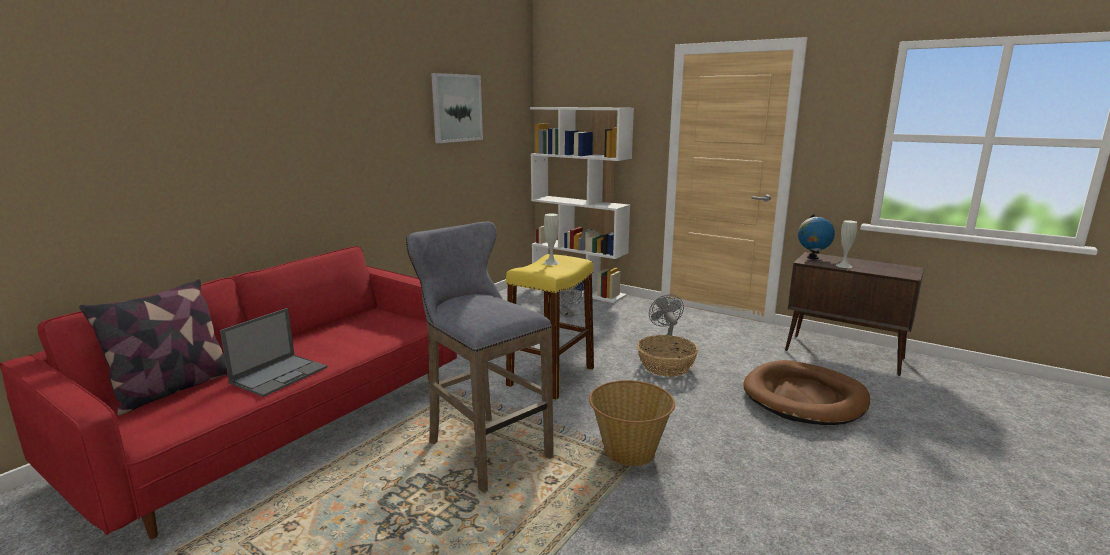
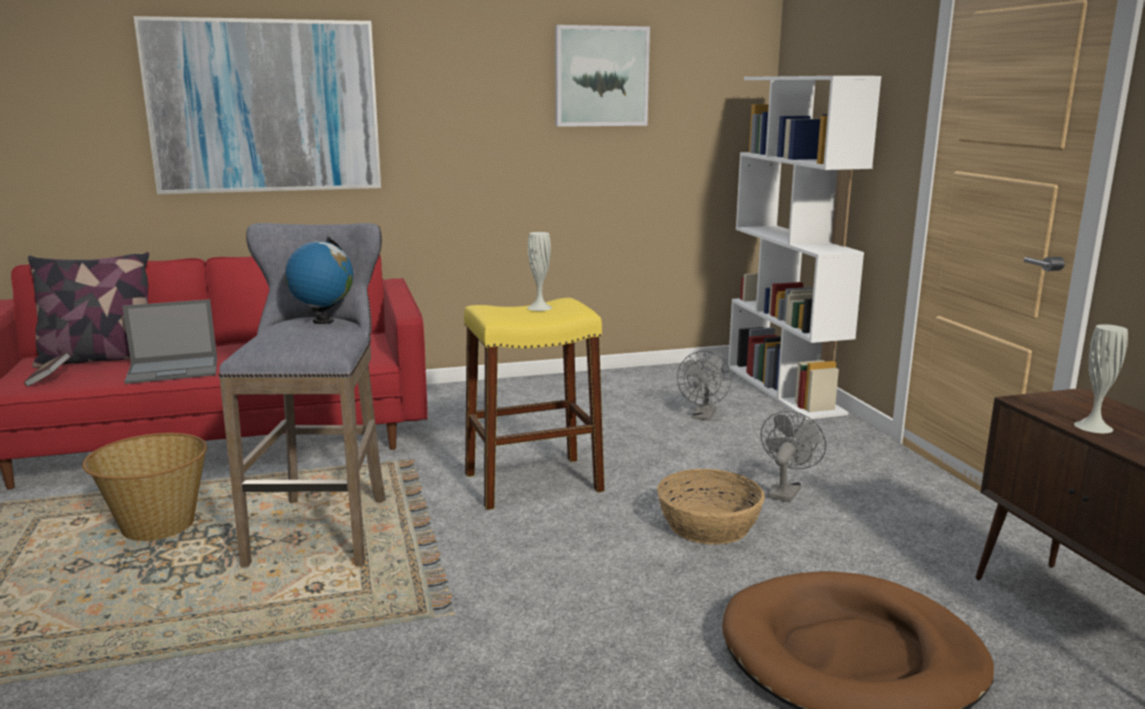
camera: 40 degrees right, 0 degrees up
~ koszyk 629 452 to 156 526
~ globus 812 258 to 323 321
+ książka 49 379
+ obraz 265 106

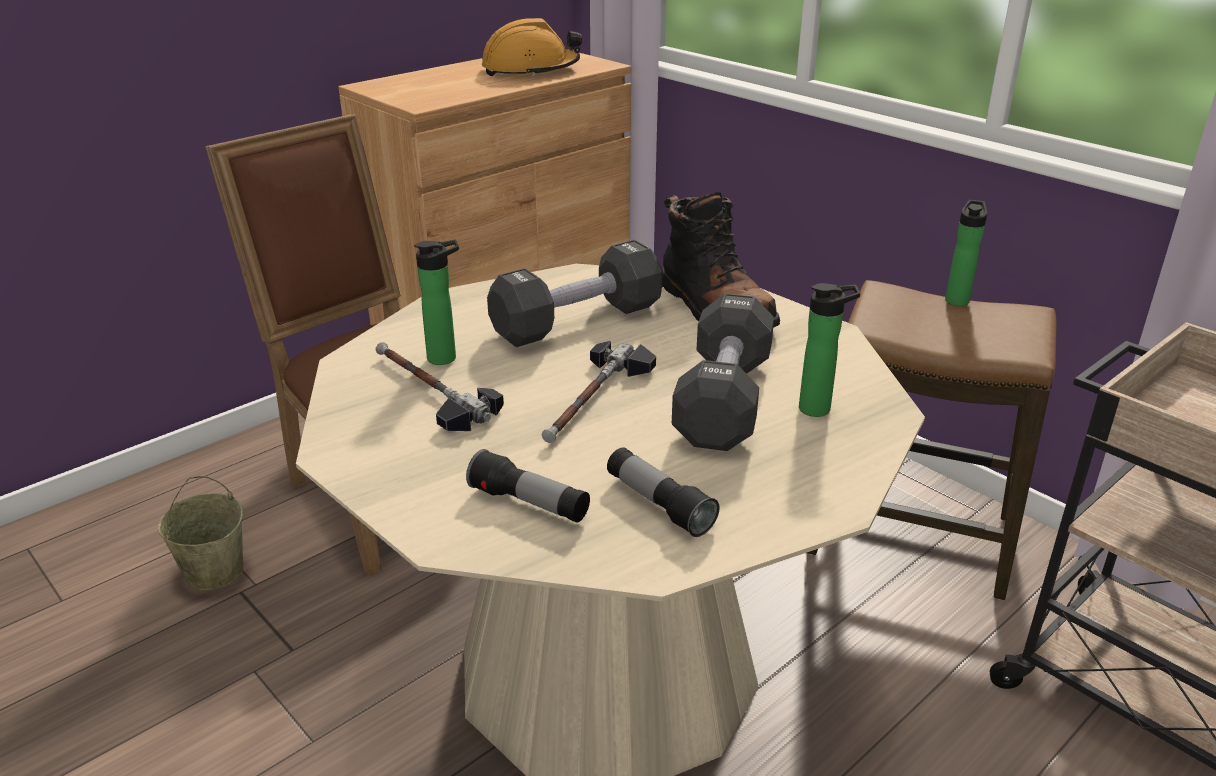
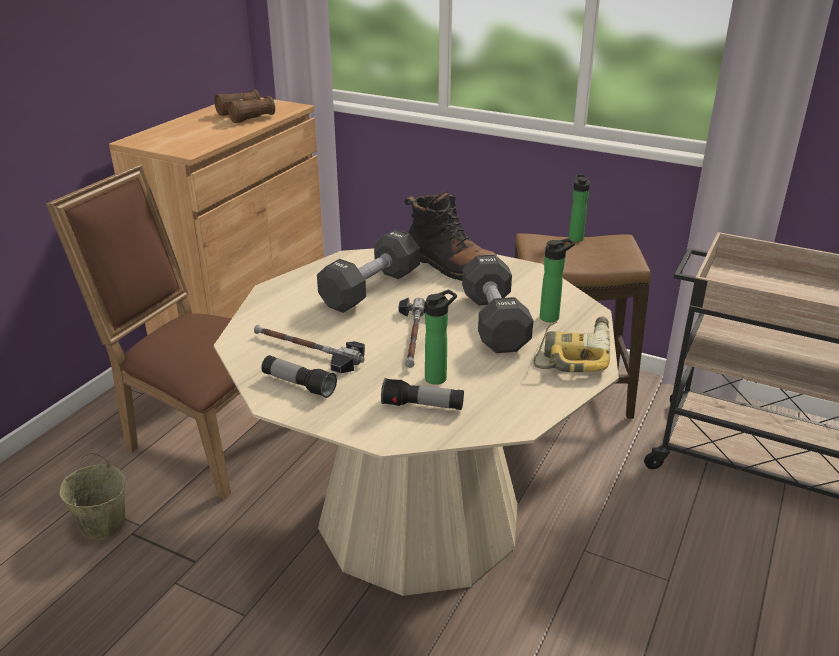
camera: 20 degrees left, 0 degrees up
~ butelka 446 357 to 438 377
~ kask [pomarańczowy] 530 70 to lornetka [brązowy] 245 116
~ latarka 659 504 to 298 385
+ wiertarka 573 353

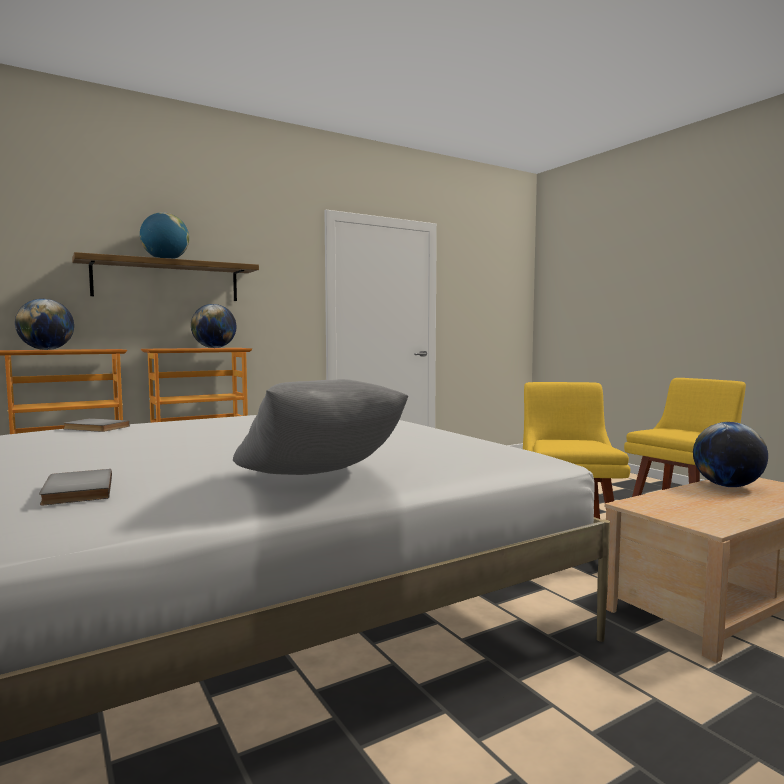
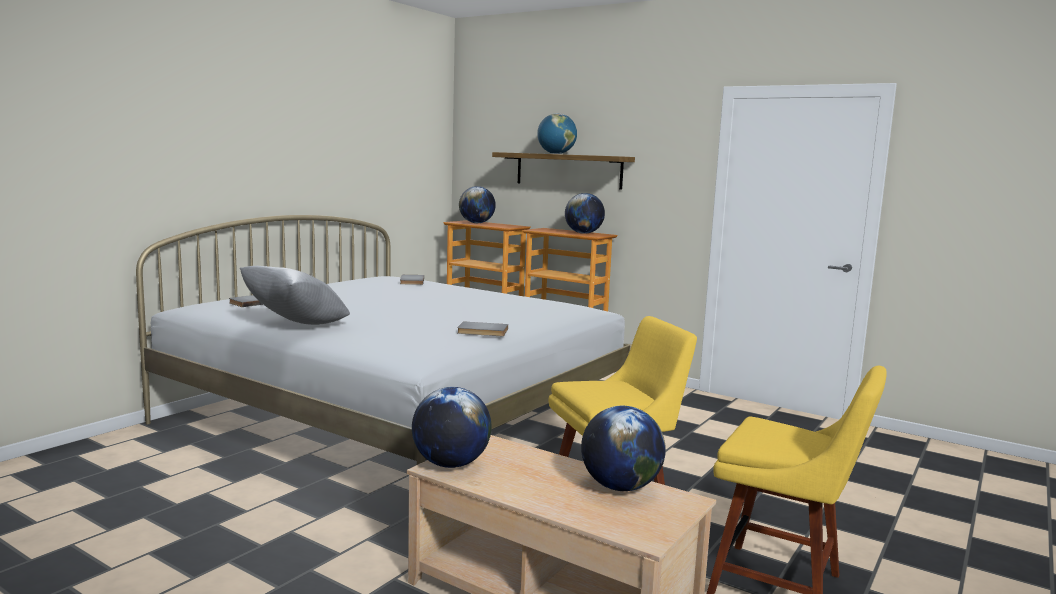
camera: 65 degrees right, 5 degrees up
+ globus 451 464
+ książka [szary] 482 331

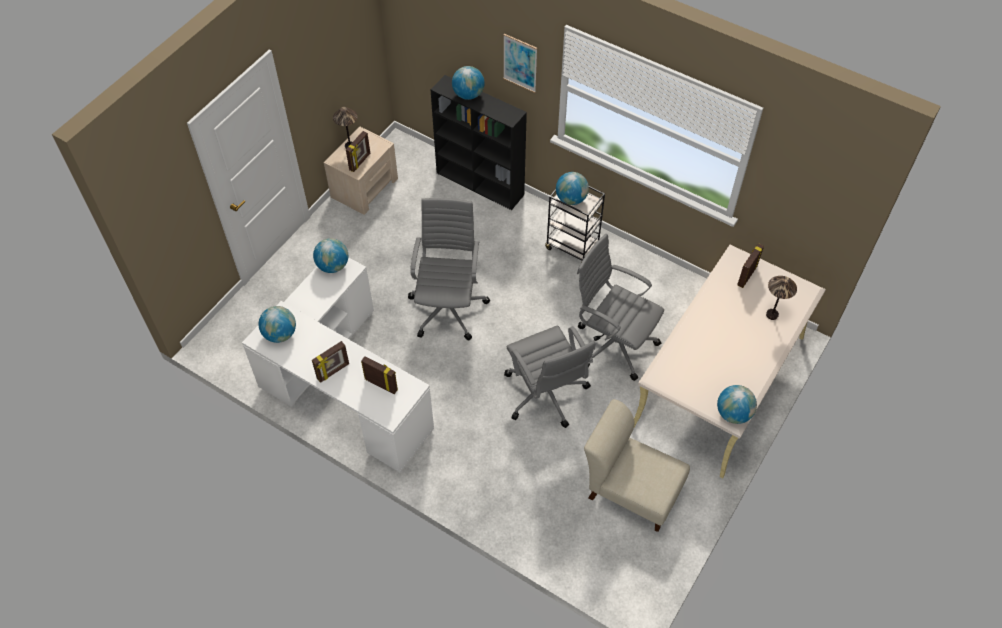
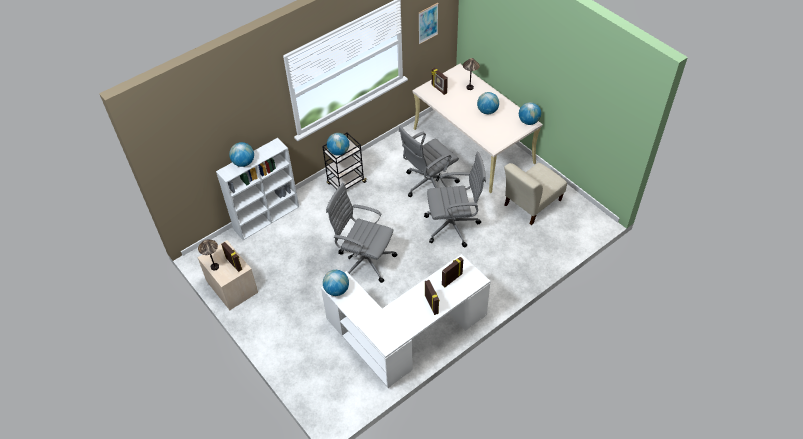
camera: 70 degrees left, 5 degrees down
~ globus 280 334 to 487 111
~ regał [czarny] 481 184 to regał [biały] 267 217
~ obraz 520 63 to 428 23

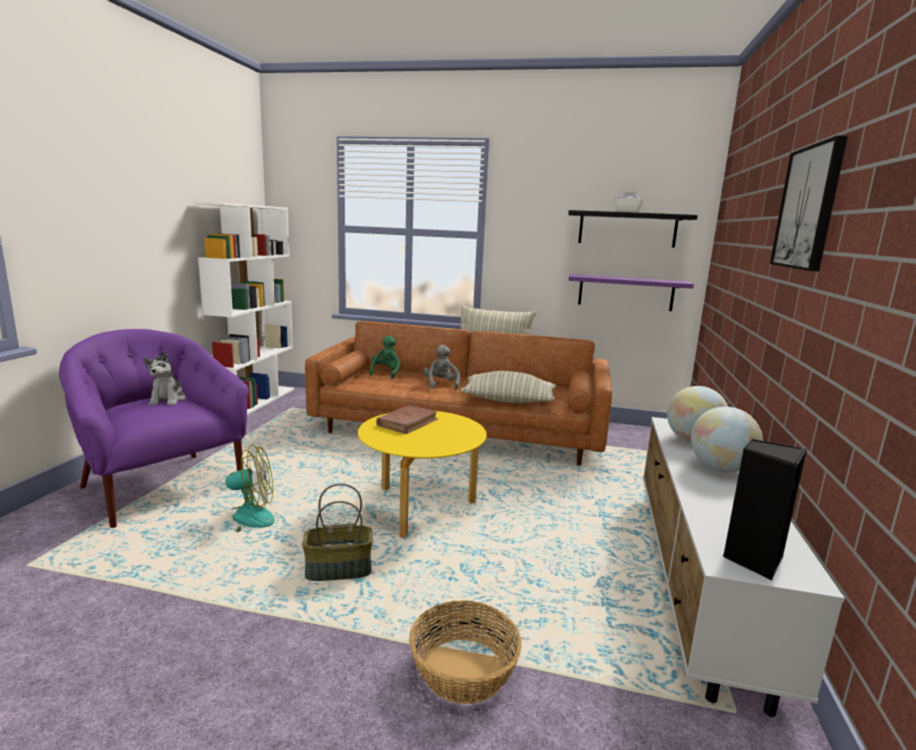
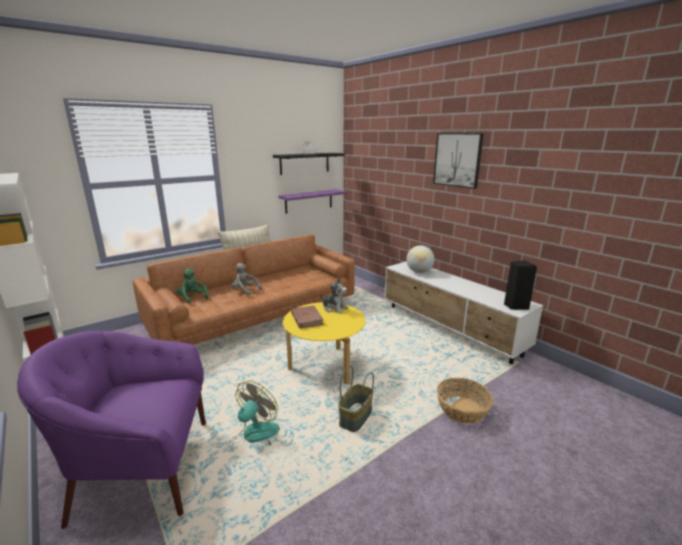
camera: 50 degrees left, 5 degrees up
~ pluszak 167 400 to 334 308
- poduszka 508 401
- globus 720 469

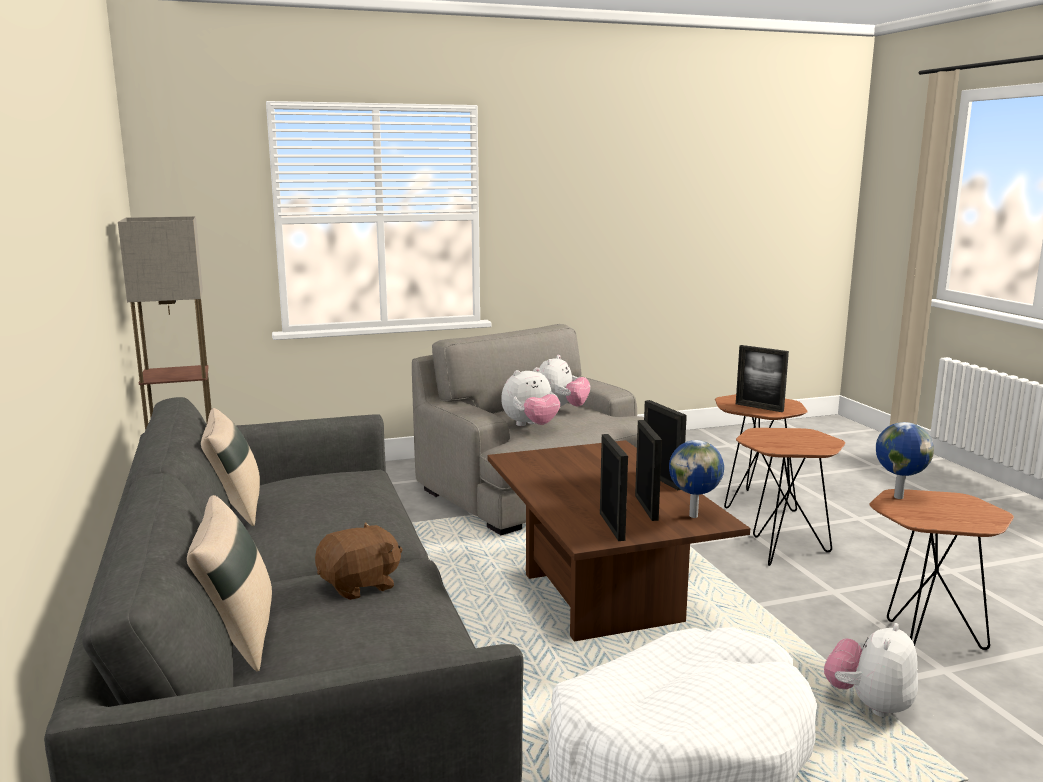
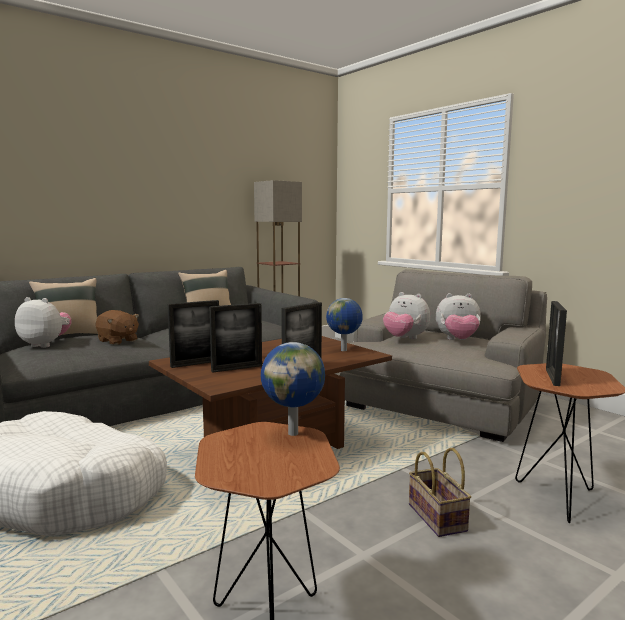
camera: 70 degrees right, 5 degrees down
~ globus 694 515 to 344 350
~ stolik [brązowy] 781 551 to koszyk 439 518
~ pluszak 869 704 to 45 344

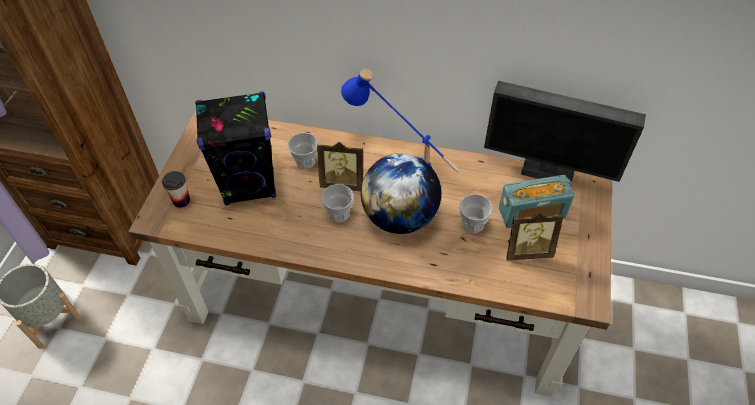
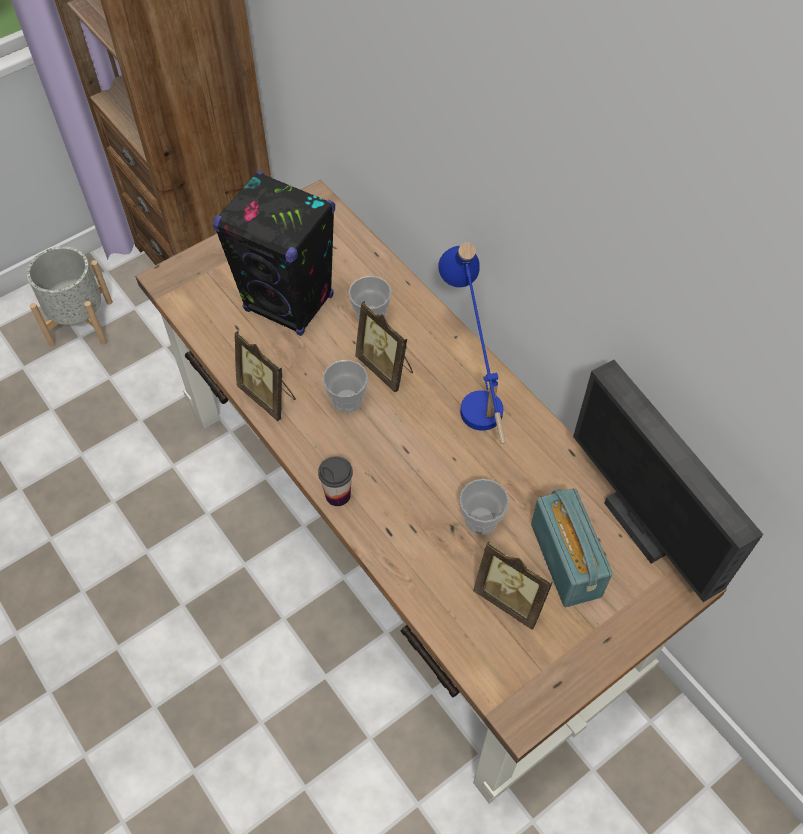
camera: 40 degrees right, 5 degrees up
~ filiżanka 181 201 to 338 495
- globus 400 217
~ radio 532 213 = 566 559 135 degrees counterclockwise
+ ramka na zdjęcie 269 396

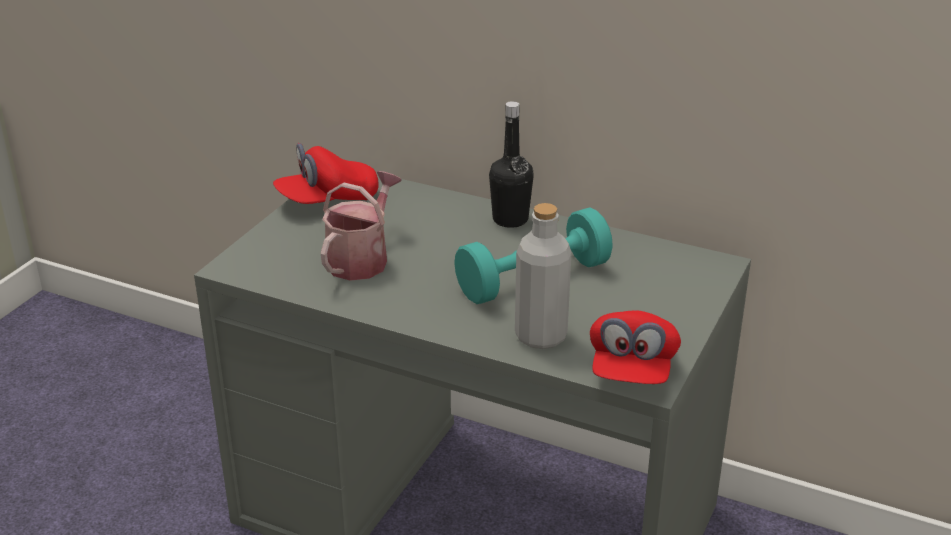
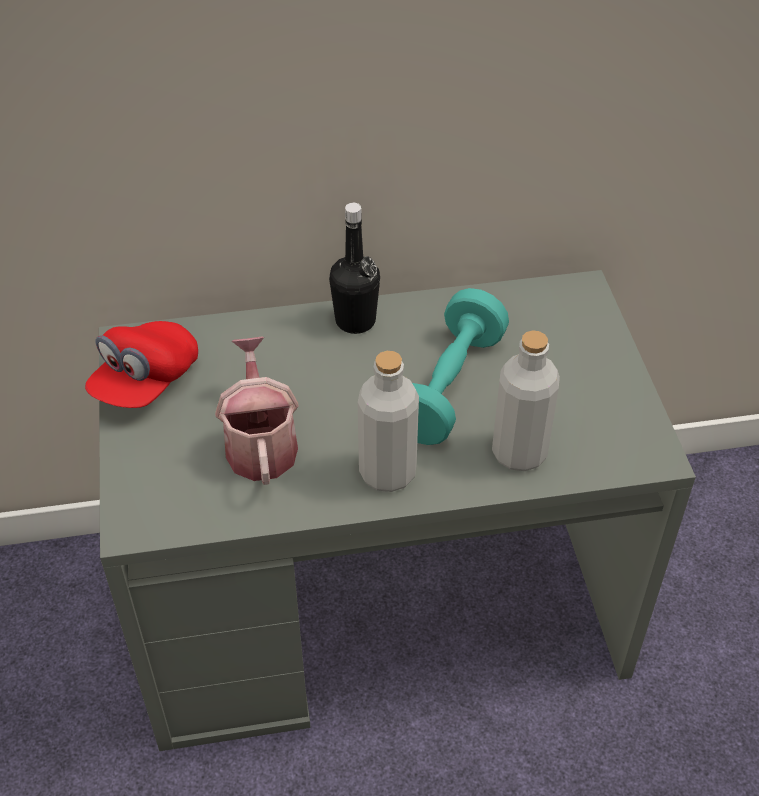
camera: 35 degrees left, 15 degrees up
- czapka z daszkiem [czerwony] 632 370
+ butelka [szary] 387 472

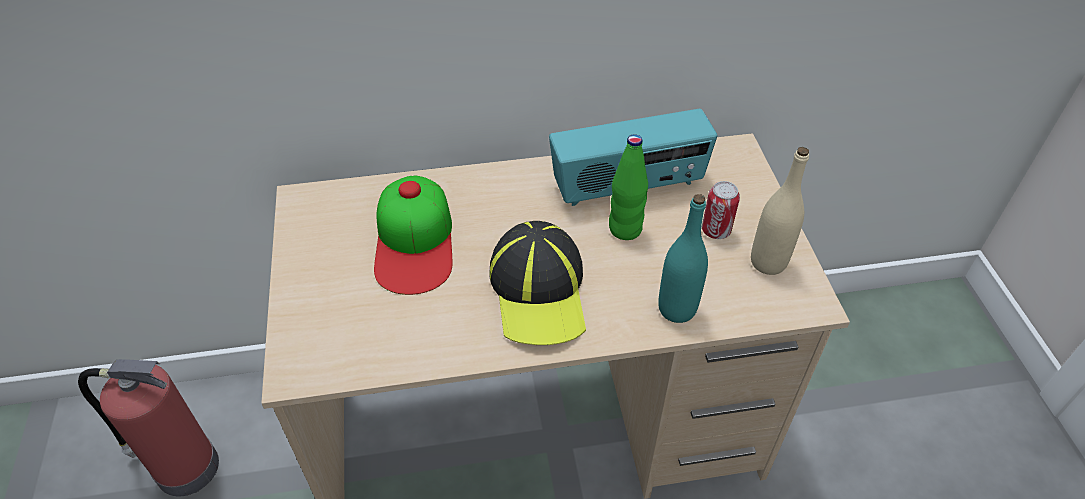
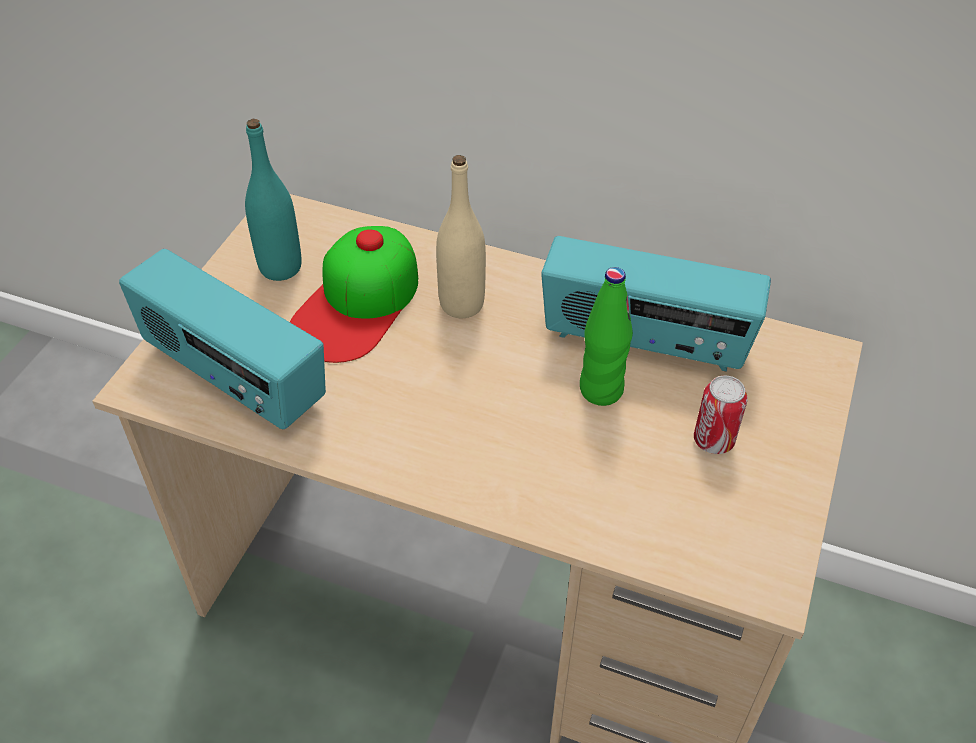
camera: 30 degrees right, 0 degrees up
- gaśnica 184 467
- czapka z daszkiem 539 291
~ butelka [turkusowy] 677 309 to 280 267
~ butelka [beżowy] 768 262 to 461 304
+ radio 233 378

